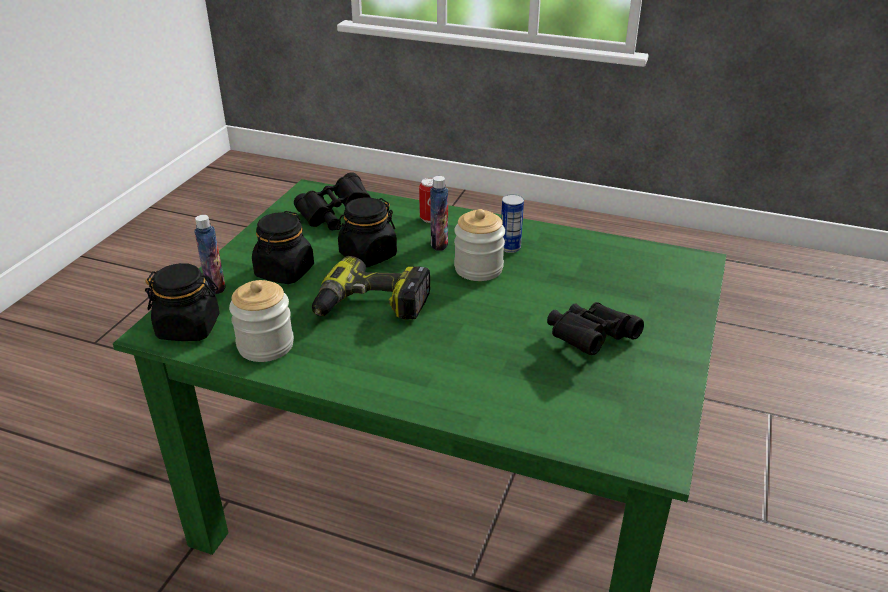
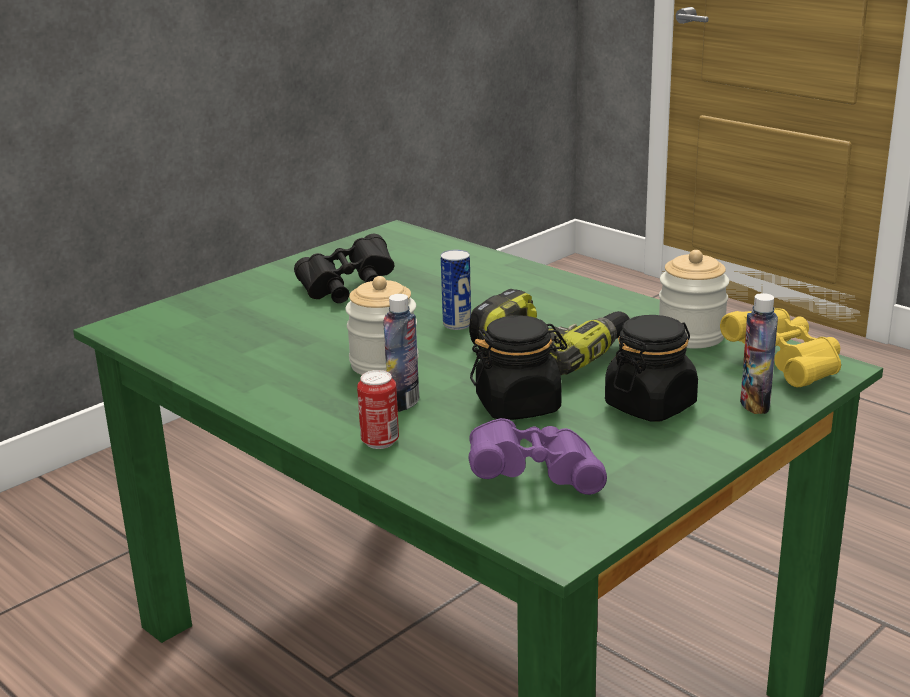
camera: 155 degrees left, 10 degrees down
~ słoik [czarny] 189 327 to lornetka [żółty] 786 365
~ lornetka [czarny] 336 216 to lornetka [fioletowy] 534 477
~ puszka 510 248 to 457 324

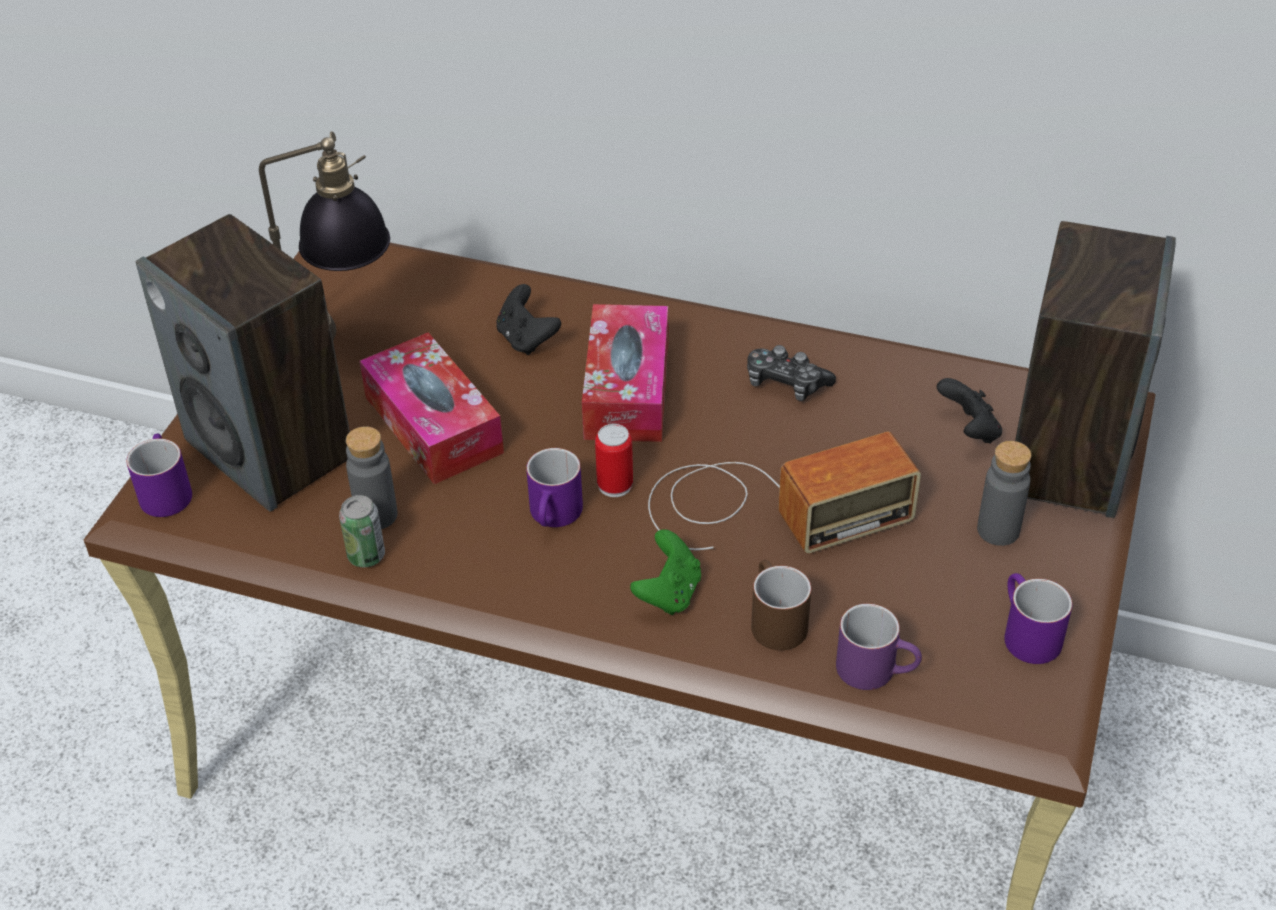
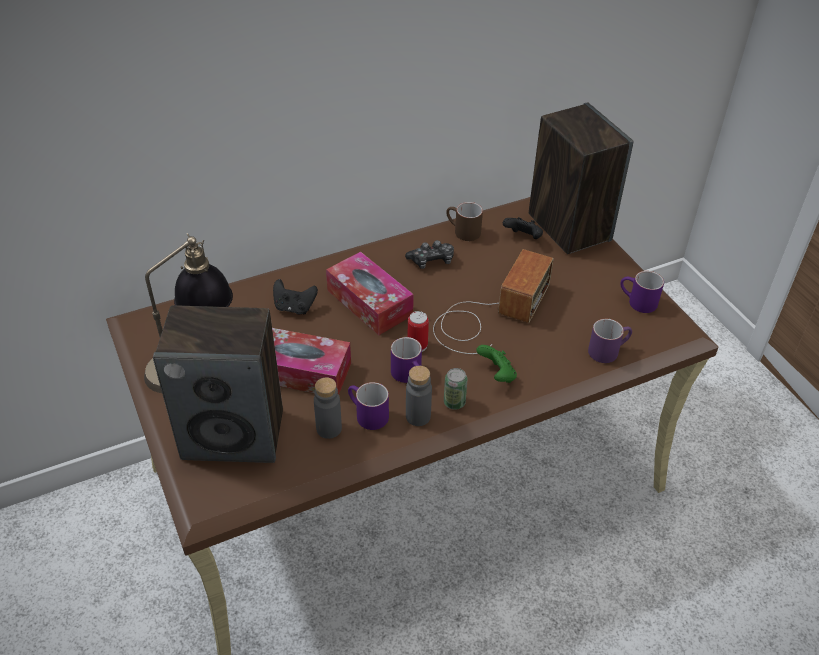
camera: 45 degrees left, 0 degrees up
~ kubek [fioletowy] 164 491 to 366 415
~ puszka 366 556 to 454 402
~ kubek [brązowy] 773 620 to 462 232
~ butelka [szary] 998 530 to 418 416

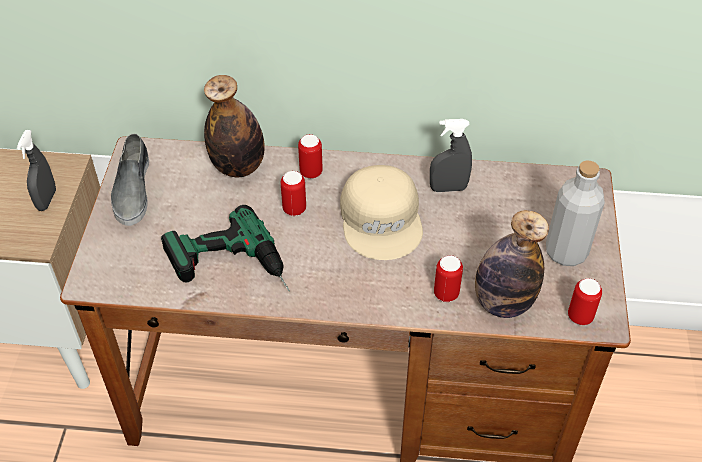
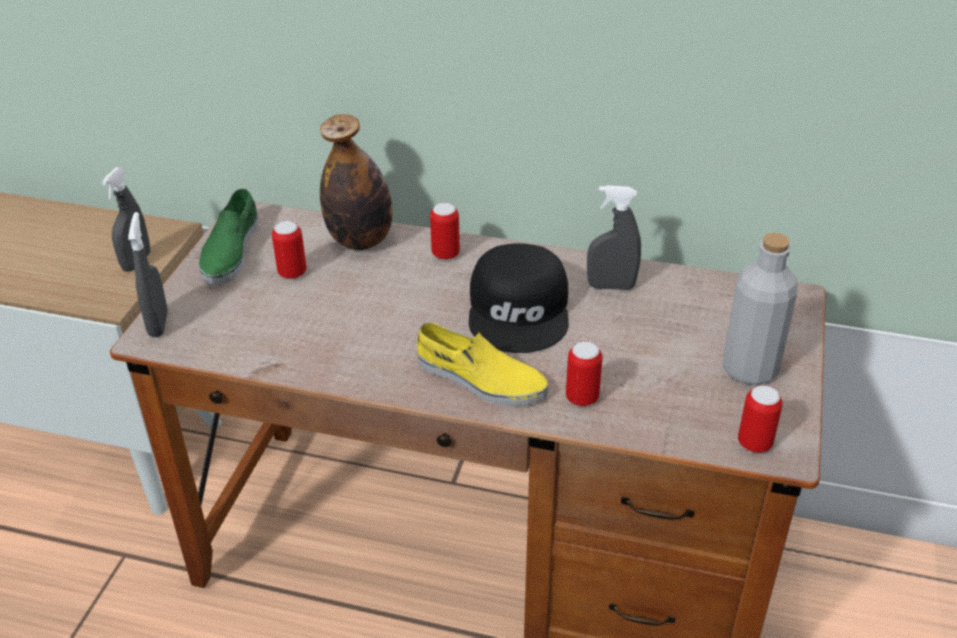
camera: 10 degrees right, 10 degrees down
~ but [szary] 132 189 to but [zielony] 230 251
- wiertarka 231 270
~ puszka 294 209 to 292 273
~ czapka z daszkiem [beżowy] 382 219 to czapka z daszkiem [czarny] 520 310
- butelka 502 303
+ spryskiwacz [szary] 158 324
+ but [żółty] 480 379

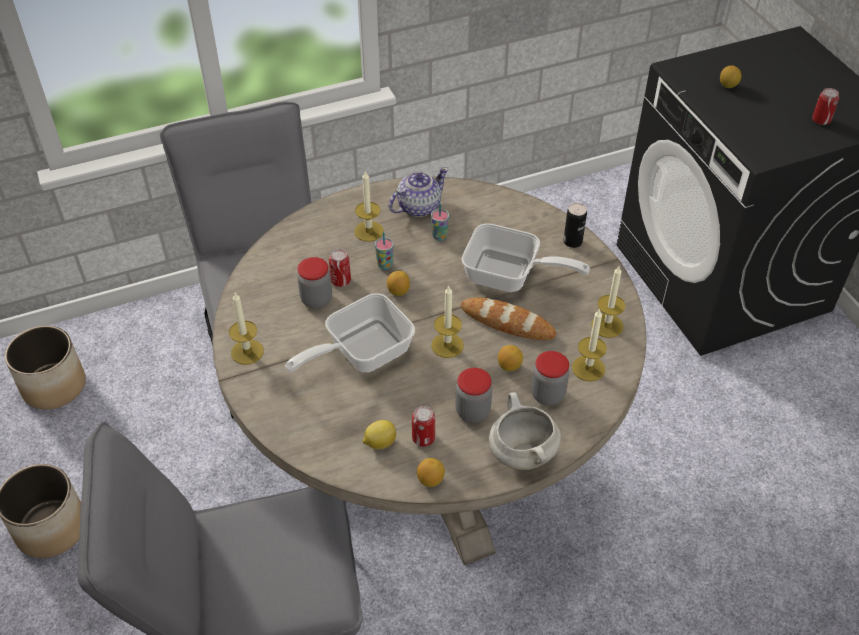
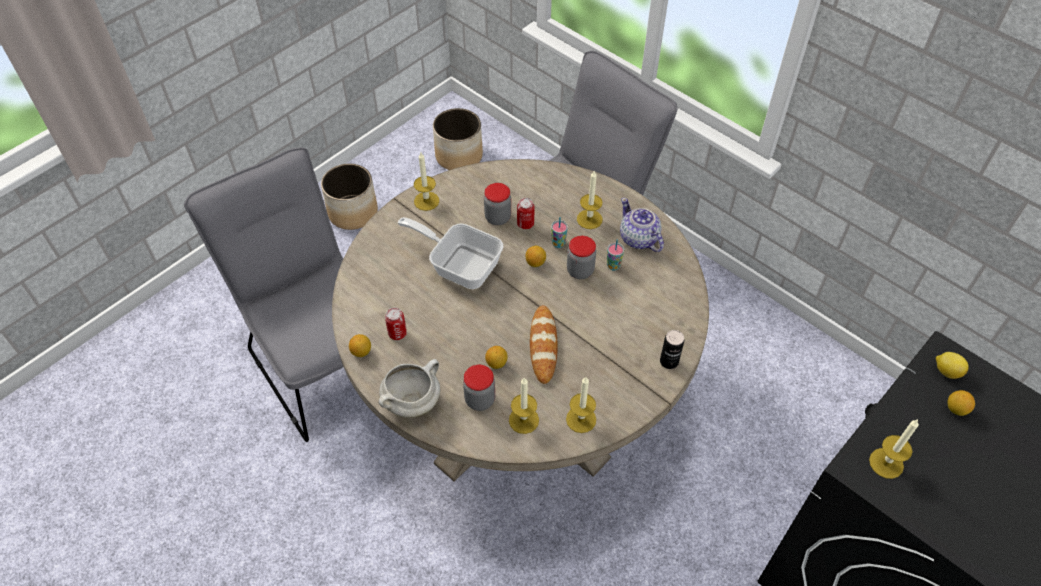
camera: 65 degrees right, 5 degrees up
~ cytryna 379 442 to 946 371
~ imbryk 418 207 = 638 239 150 degrees counterclockwise
~ świeca 447 345 to 886 463
~ słoik 472 411 to 580 271
- patelnia 509 276
- puszka 821 120

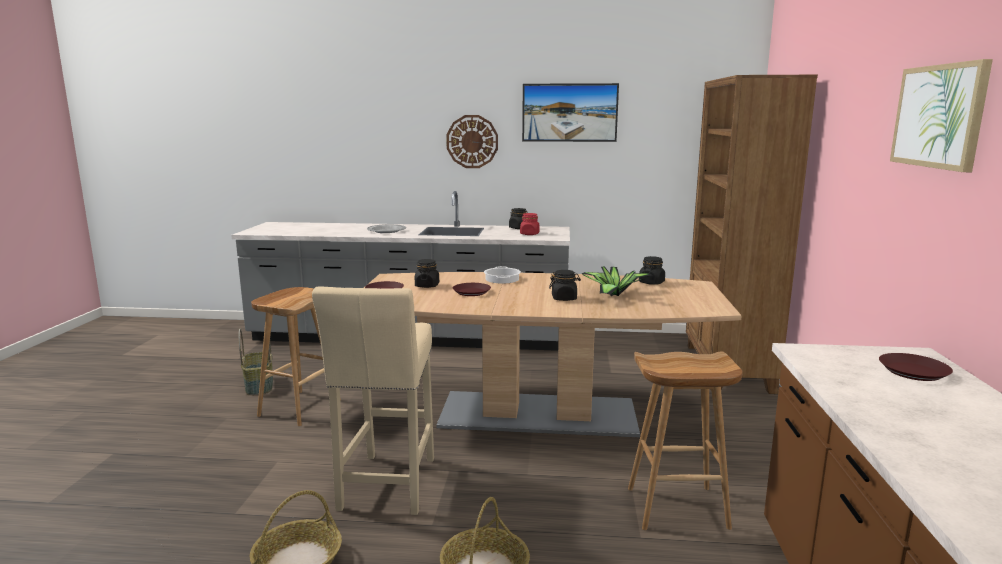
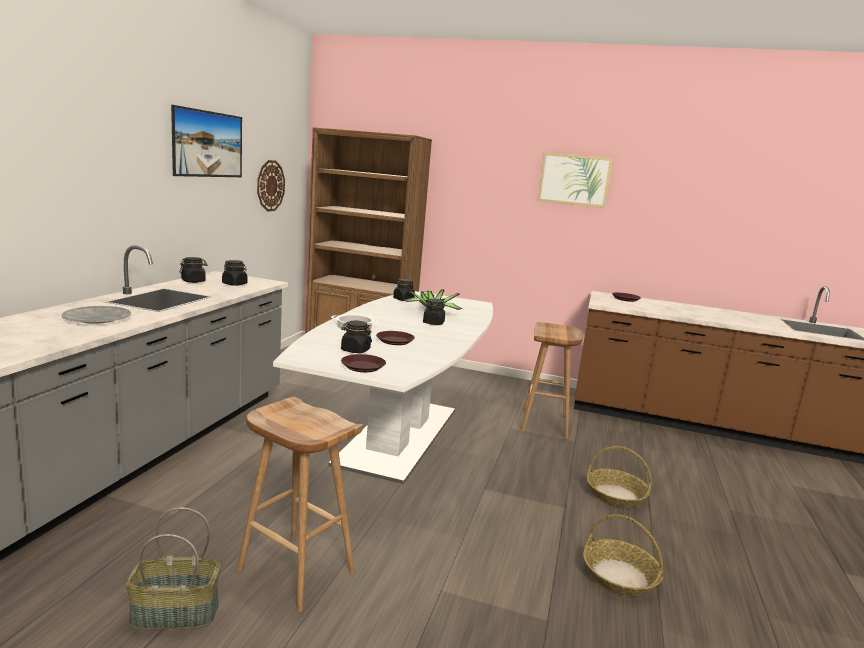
camera: 80 degrees left, 0 degrees up
- stołek [beżowy] 387 487
~ stół jadalny [brązowy] 537 414 to stół jadalny [biały] 398 435
~ zegar ścienny 472 141 to 270 185
~ słoik [czerwony] 529 234 to słoik [czarny] 235 284

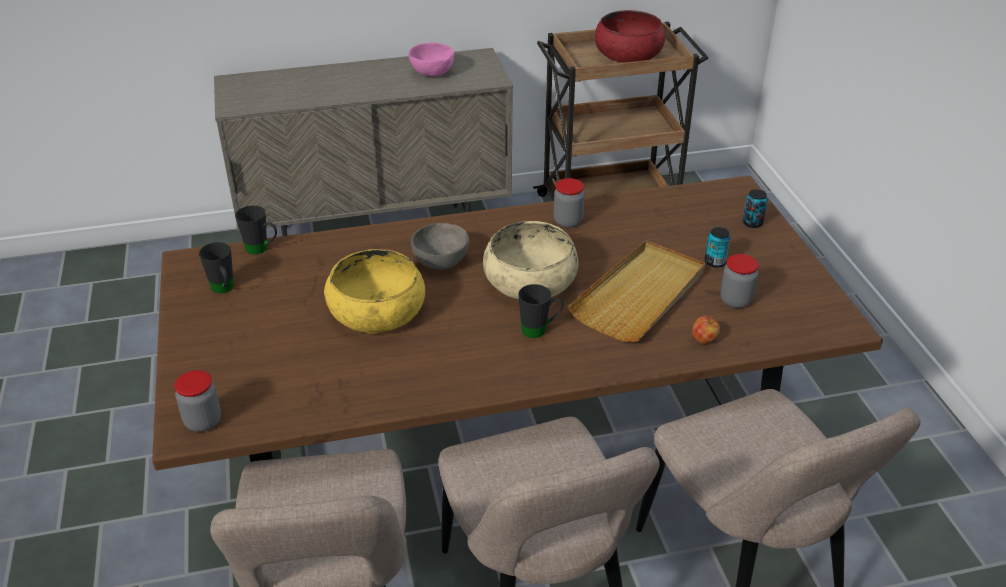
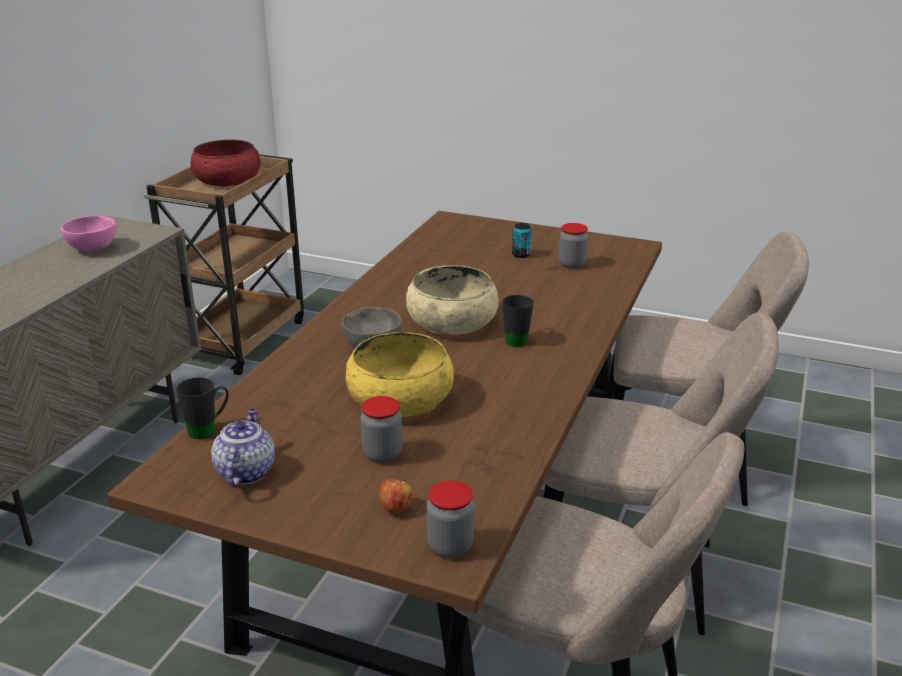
camera: 55 degrees left, 10 degrees down
~ kubek [czarny] 224 290 to imbryk 245 471
~ słoik 568 221 to 382 454
- taca [beżowy] 640 295
~ jabłko 704 339 to 395 508
- puszka 752 223

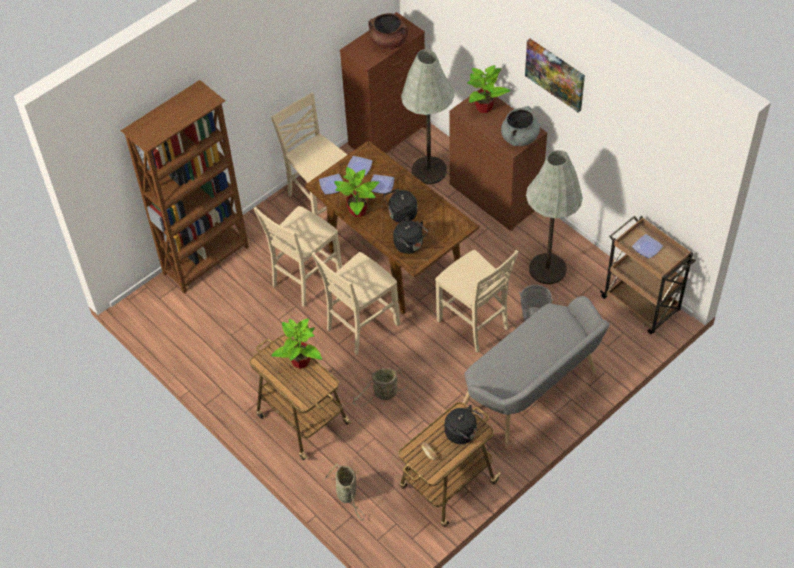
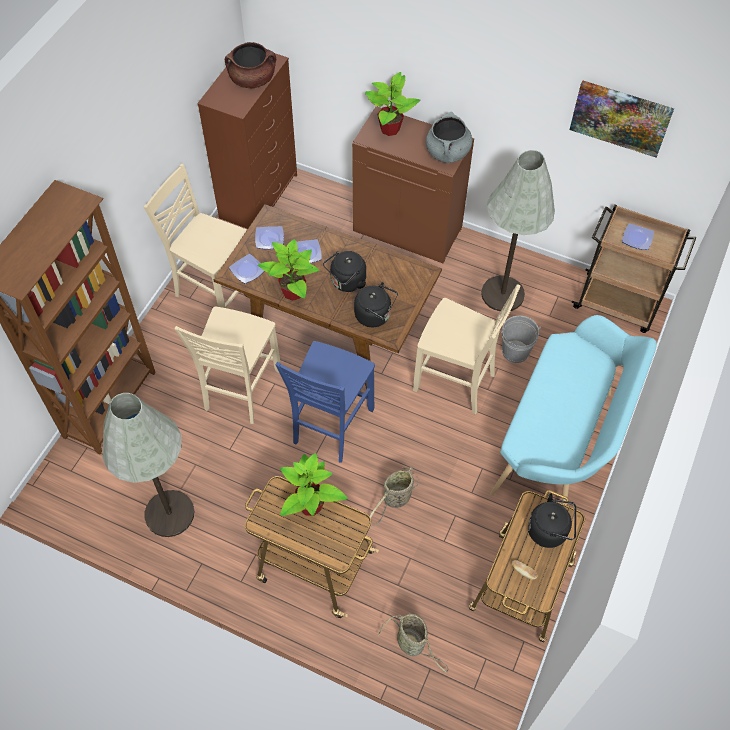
camera: 25 degrees left, 5 degrees up
~ krzesło [beżowy] 360 327 to krzesło [niebieski] 330 426
~ lampa stojąca [szary] 429 170 to 169 514
~ ławka [szary] 533 395 to ławka [turkusowy] 560 443
~ obraz 555 74 to 620 117

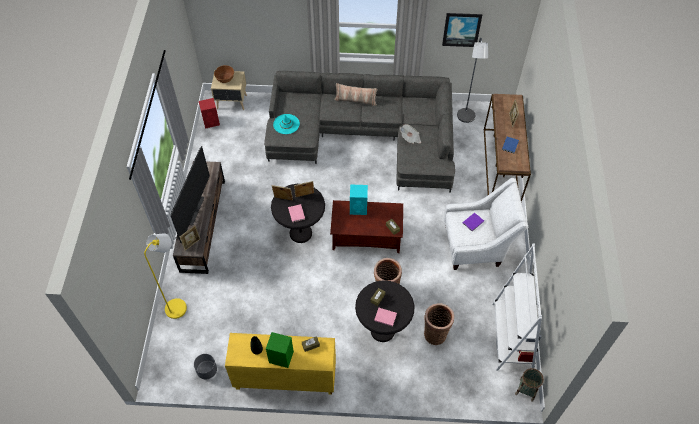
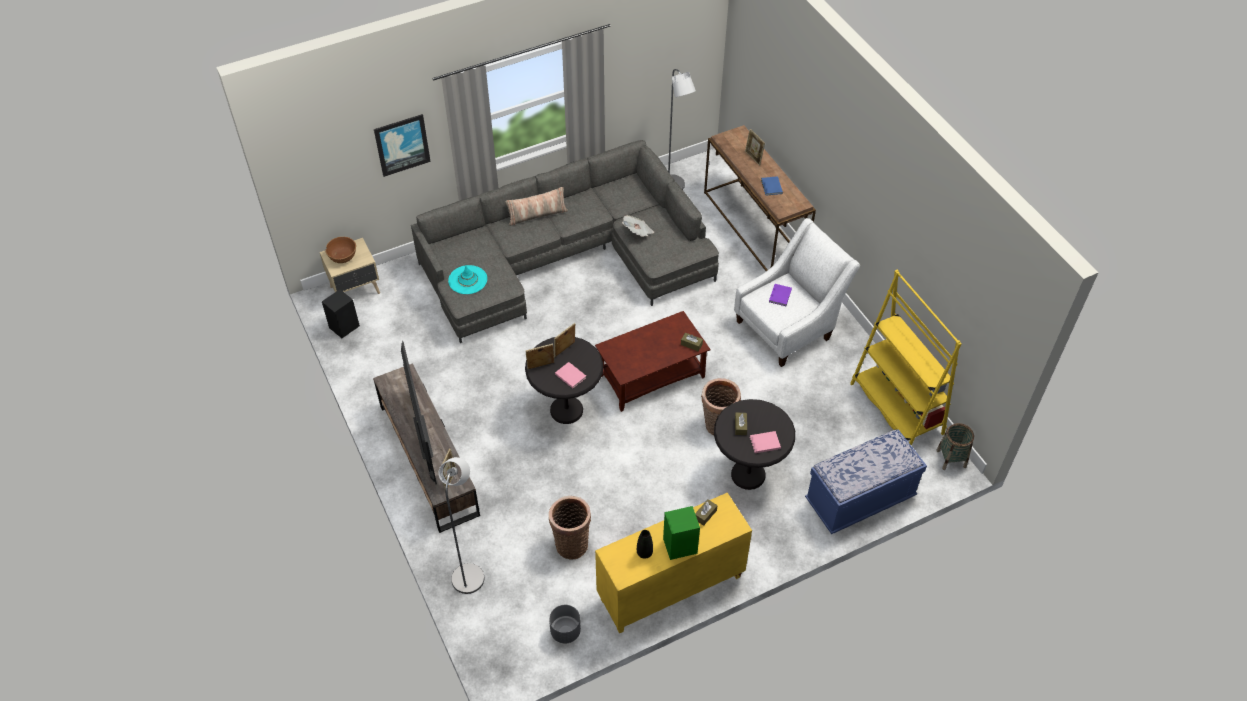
camera: 30 degrees left, 5 degrees down
~ lampa stojąca [żółty] 179 305 to lampa stojąca [szary] 469 573
~ głośnik [czerwony] 211 122 to głośnik [czarny] 345 326
- głośnik [turkusowy] 359 208
~ koszyk 435 333 to 571 543
~ obraz 461 29 to 402 144
~ regał [biały] 512 336 to regał [żółty] 896 409
+ ławka [niebieski] 859 499

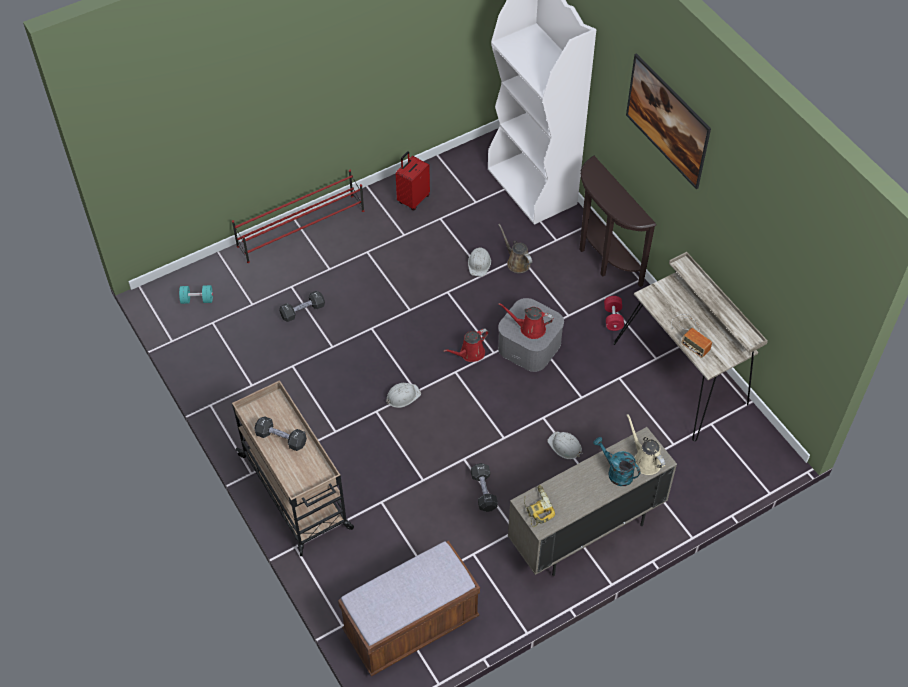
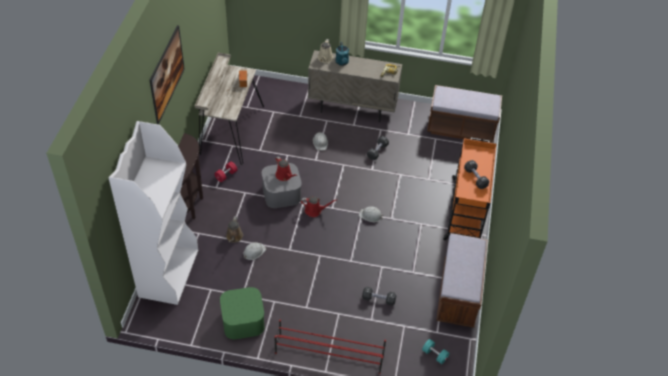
camera: 140 degrees left, 5 degrees down
~ wózek [beżowy] 296 493 to wózek [pomarańczowy] 466 210
~ walizka [czerwony] 413 199 to pojemnik do przechowywania [zielony] 243 320
+ ławka [brązowy] 458 294

